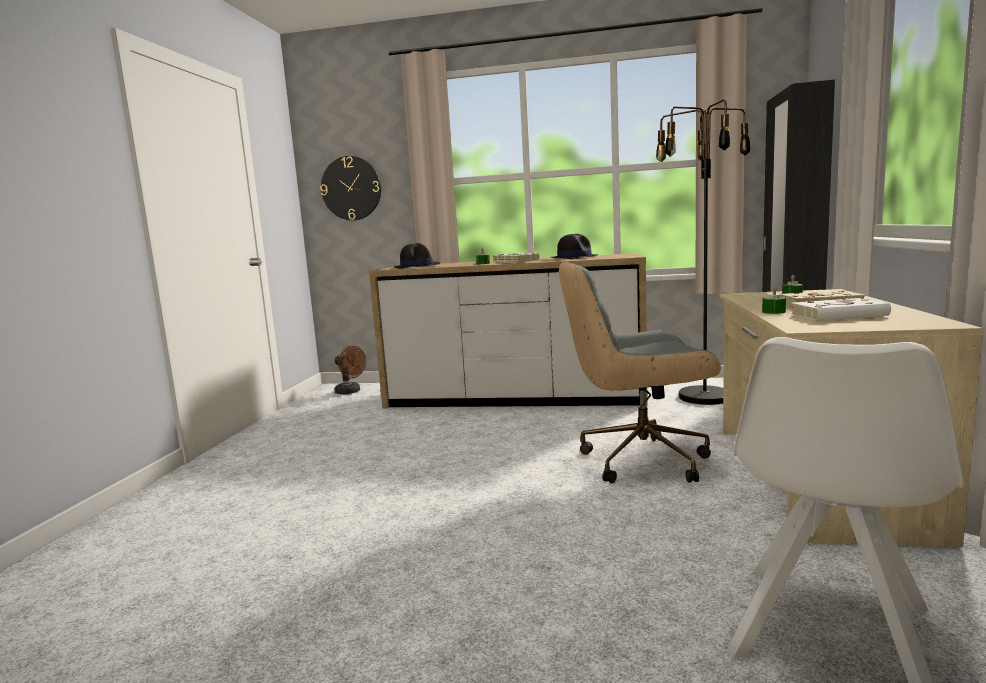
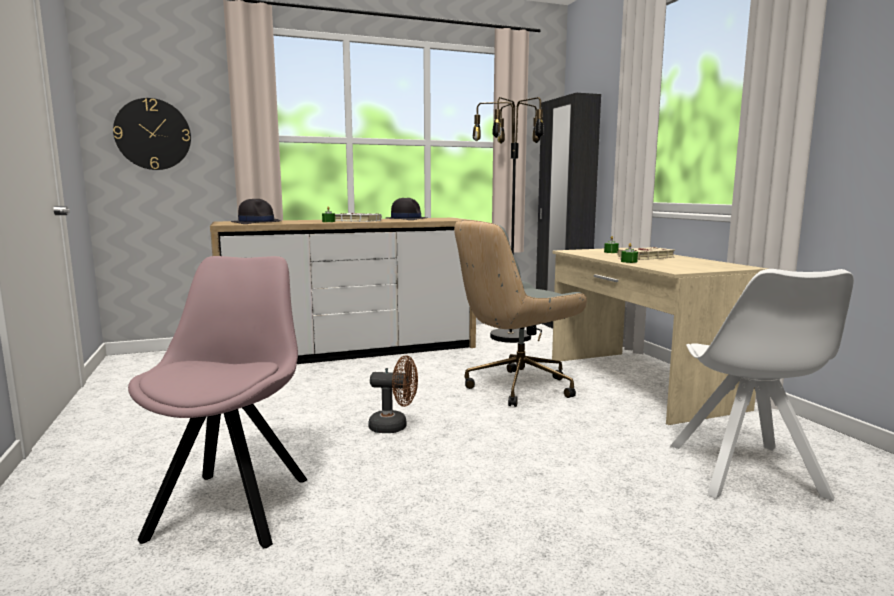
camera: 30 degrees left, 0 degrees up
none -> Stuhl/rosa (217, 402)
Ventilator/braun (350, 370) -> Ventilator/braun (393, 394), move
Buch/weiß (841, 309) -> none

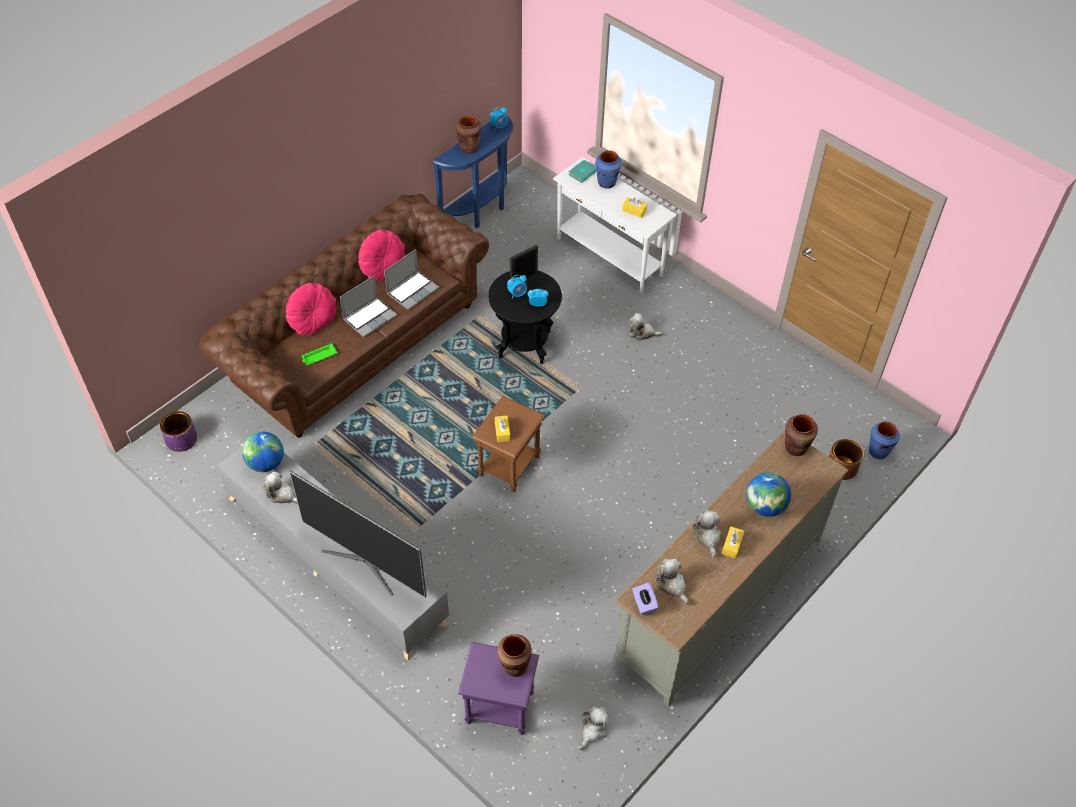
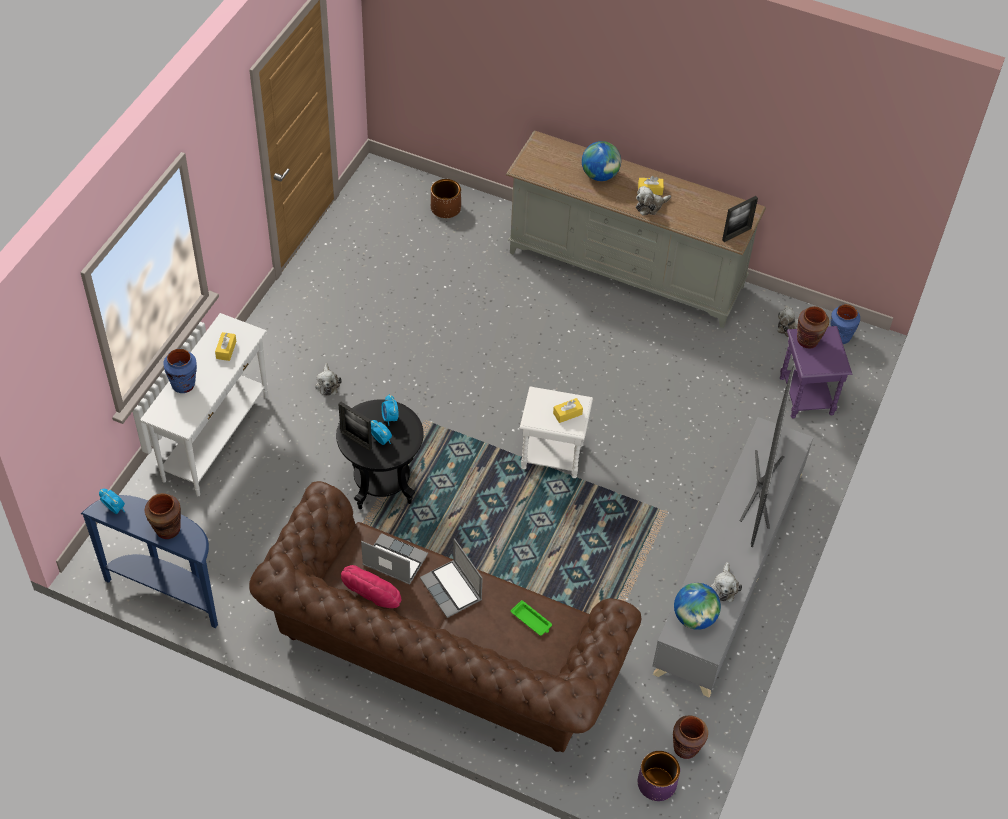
camera: 110 degrees left, 0 degrees up
Laptop (368, 306) -> Laptop (451, 578), 150 degrees counterclockwise
Beistelltisch/braun (508, 444) -> Beistelltisch/weiß (556, 432)
Vase/braun (801, 435) -> Vase/braun (690, 737), move
Taschentuchbox/lila (645, 599) -> Bilderrahmen (740, 219)
Vase/blau (884, 440) -> Vase/blau (845, 324), move
Kissen/rosa (311, 309) -> none
Buch/türkis (582, 171) -> none
Plüschtier (672, 581) -> none

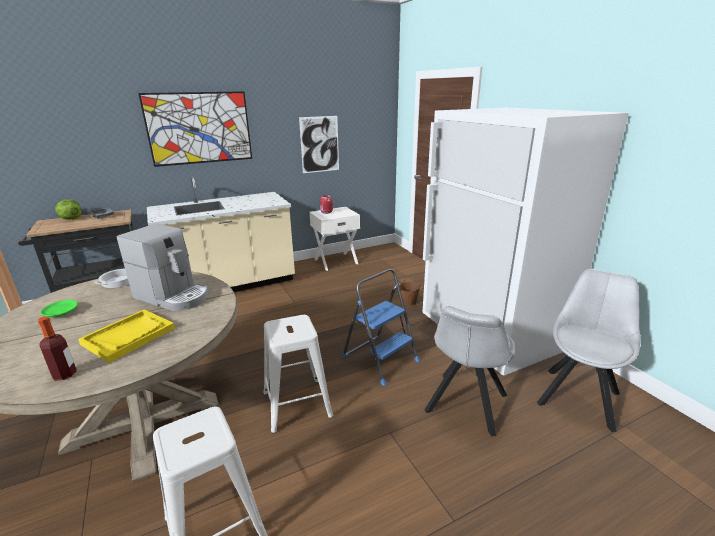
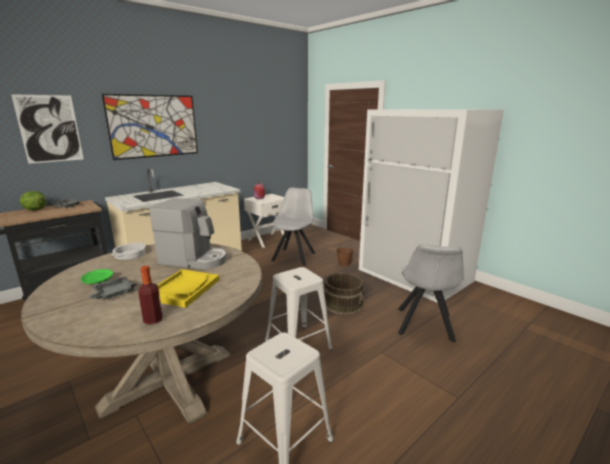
camera: 15 degrees left, 5 degrees down
Bild (319, 144) -> Bild (47, 129), move
none -> Tablett/grau (112, 287)
Stuhl/grau (589, 350) -> Stuhl/grau (293, 226), move
Trittleiter/blau (381, 327) -> Eimer/braun (344, 294)

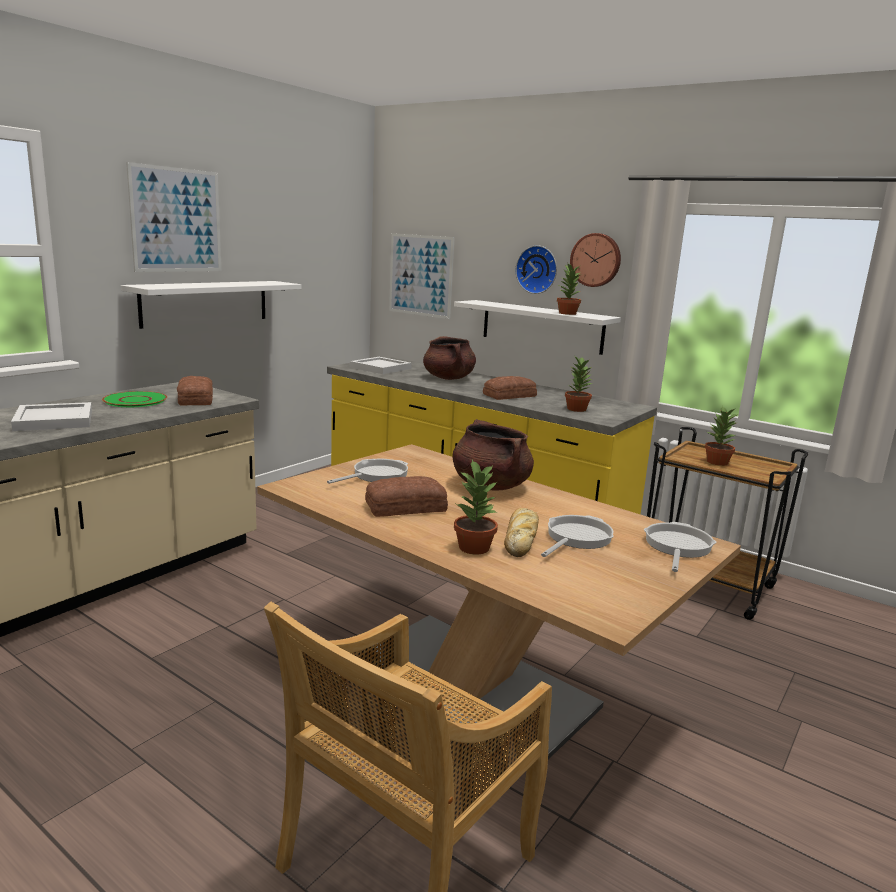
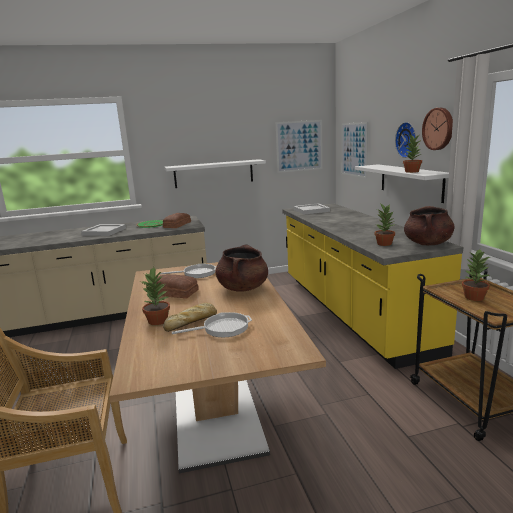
camera: 40 degrees right, 0 degrees up
Bild (173, 217) -> Bild (299, 146), move
Kochtopf/braun (449, 358) -> Kochtopf/braun (429, 225), move
Brot (510, 388) -> none
Pfanne (680, 547) -> none

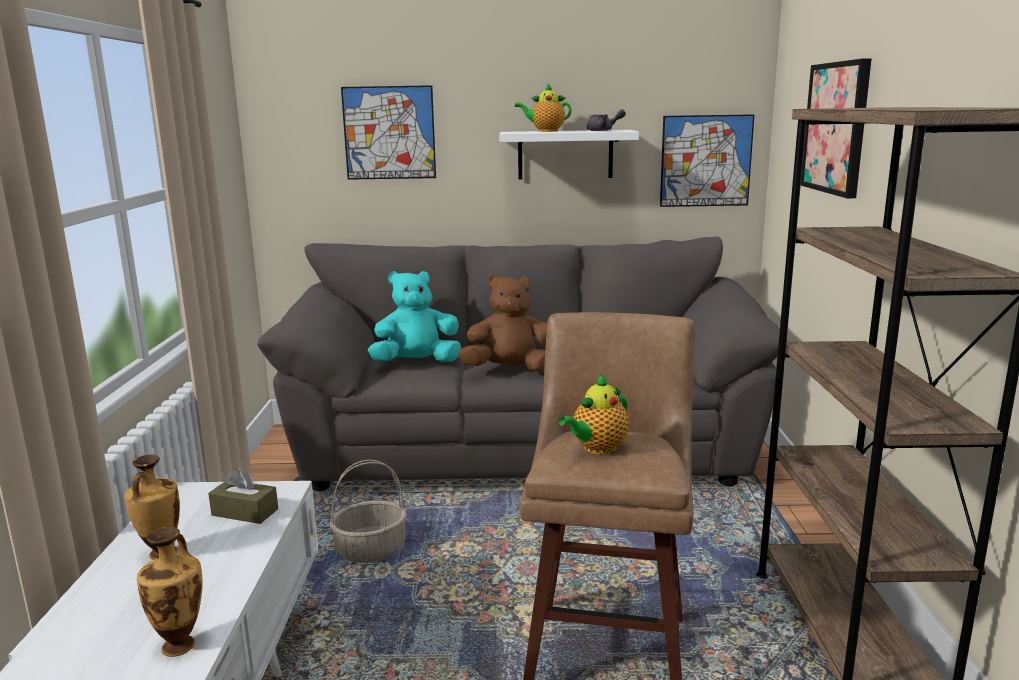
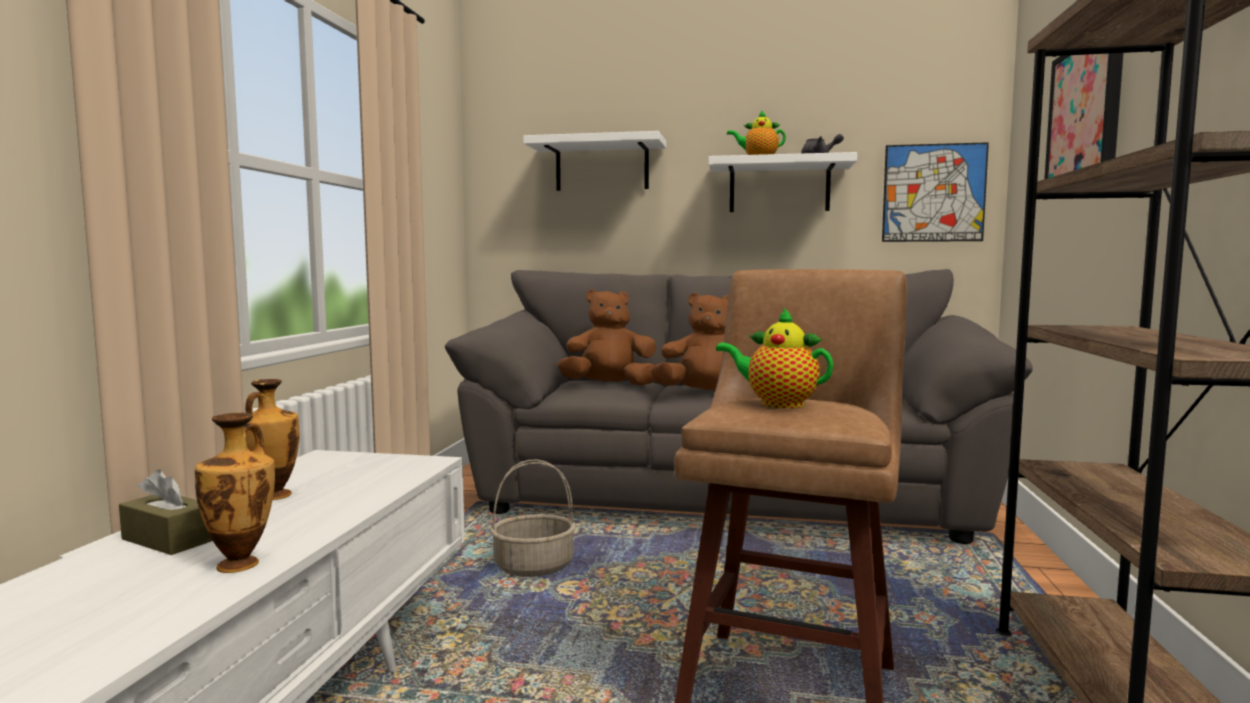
camera: 10 degrees right, 10 degrees down
Taschentuchbox/braun (243, 496) -> Taschentuchbox/braun (166, 512), move
Bild (388, 132) -> Wandregal/weiß (594, 161)
Plüschtier/türkis (415, 316) -> Plüschtier/braun (607, 337)
Teekanne (593, 414) -> Teekanne (774, 358), 60 degrees clockwise

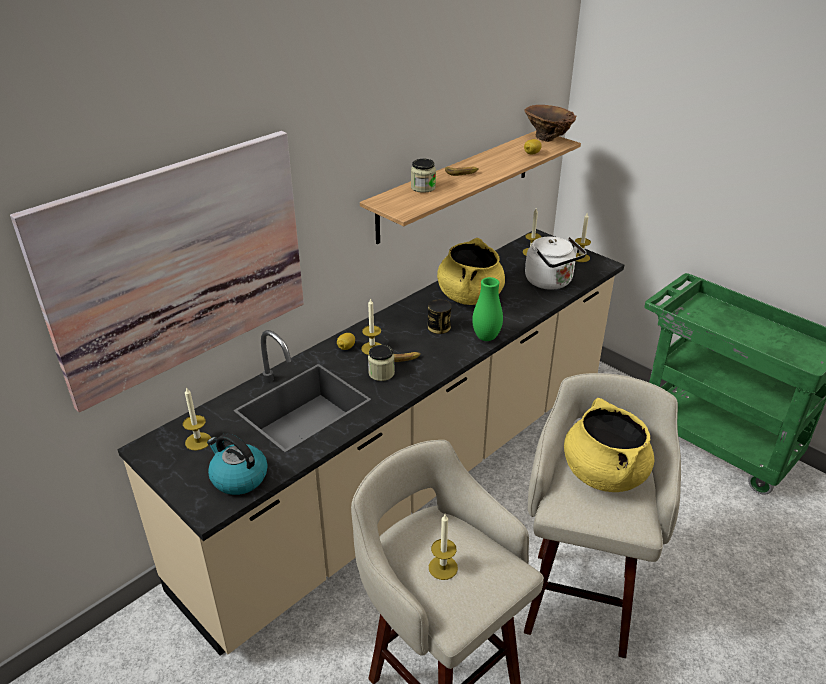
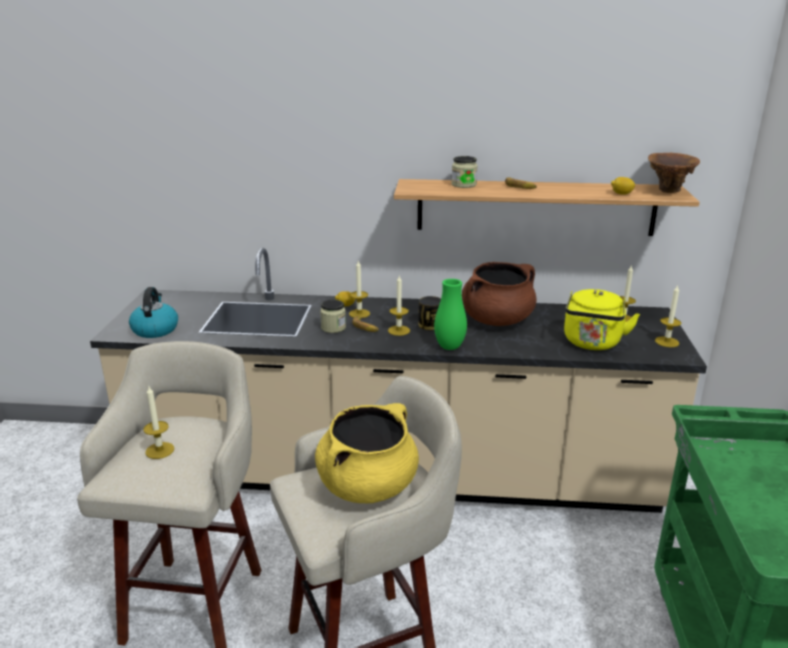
camera: 50 degrees right, 10 degrees down
Kerze (197, 419) -> Kerze (399, 306), move
Kochtopf/gelb (471, 271) -> Kochtopf/braun (499, 294)
Wasserkessel/weiß (556, 263) -> Wasserkessel/gelb (602, 319)
Bild (157, 271) -> none

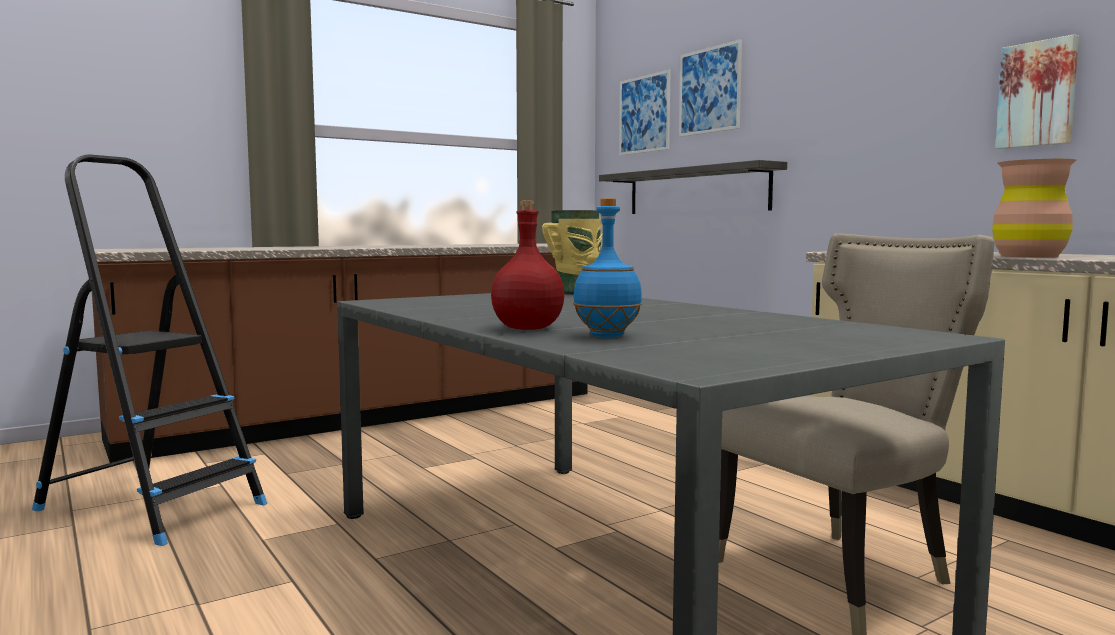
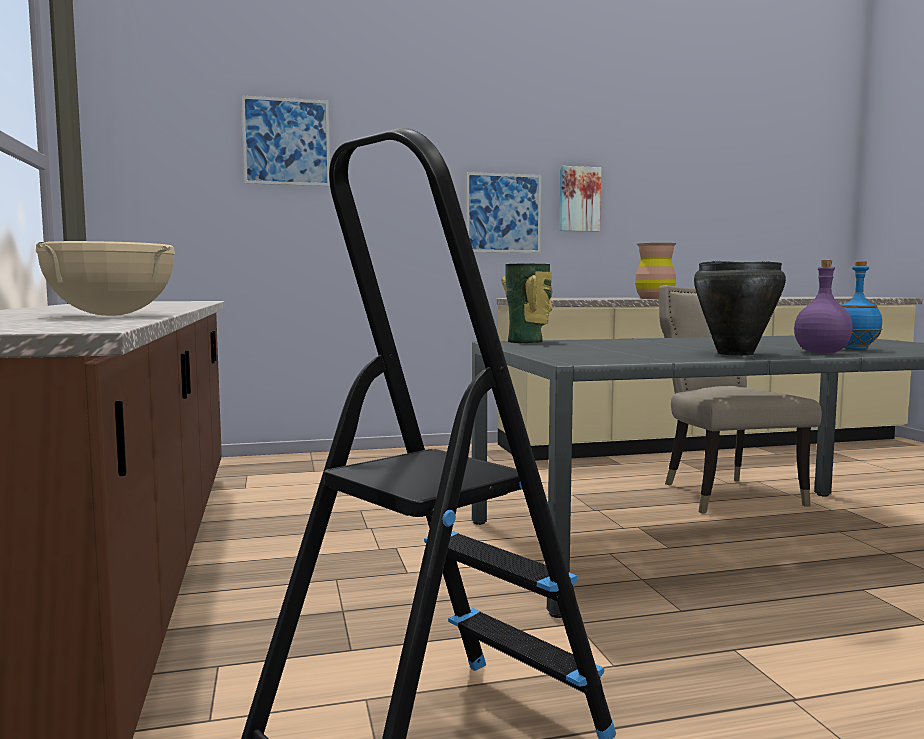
camera: 70 degrees left, 0 degrees up
none -> Kochtopf/beige (105, 278)
Bild (645, 112) -> Bild (503, 212), move
none -> Kochtopf/schwarz (740, 308)
Flasche/rot (528, 265) -> Flasche/lila (823, 306)
Wandregal (693, 187) -> none

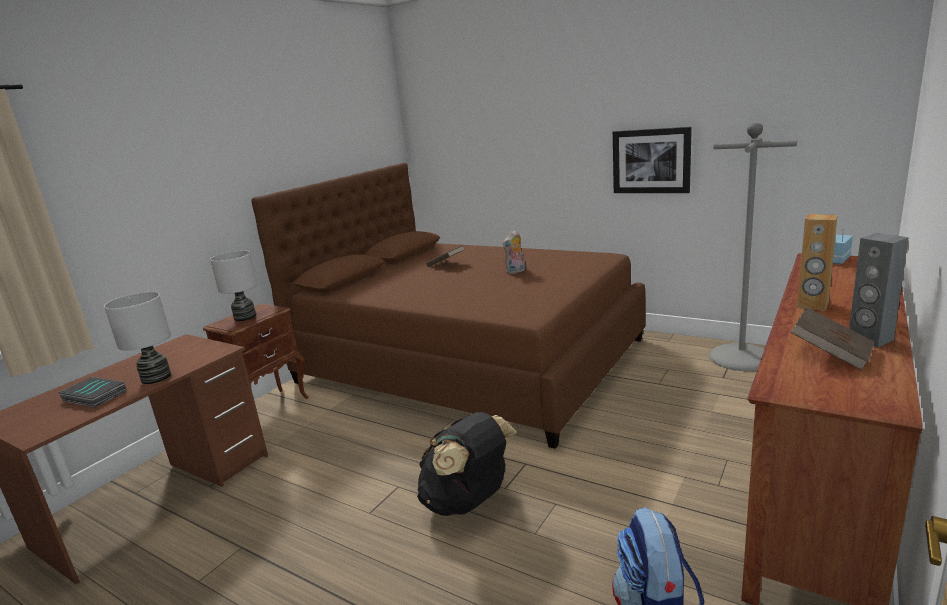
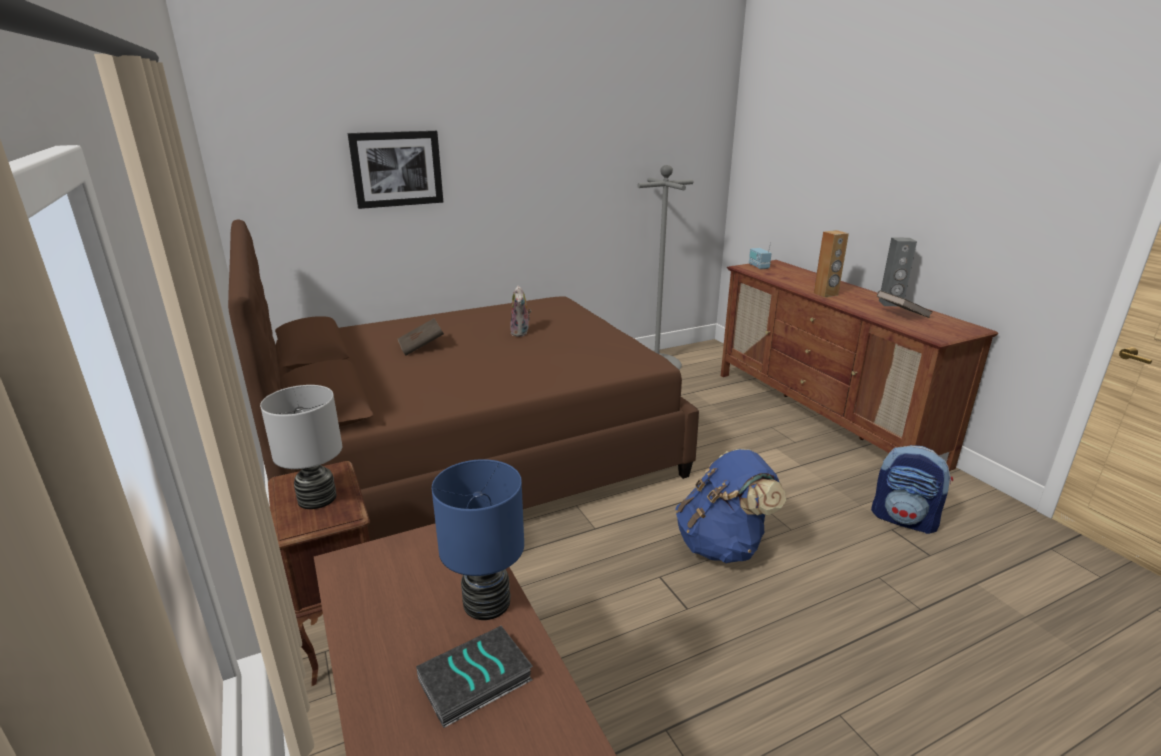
camera: 60 degrees left, 5 degrees up
Bild (652, 160) -> Bild (395, 170), move
Tischlampe/grau (137, 338) -> Tischlampe/blau (478, 539)
Rucksack/schwarz (467, 464) -> Rucksack/blau (730, 506)

